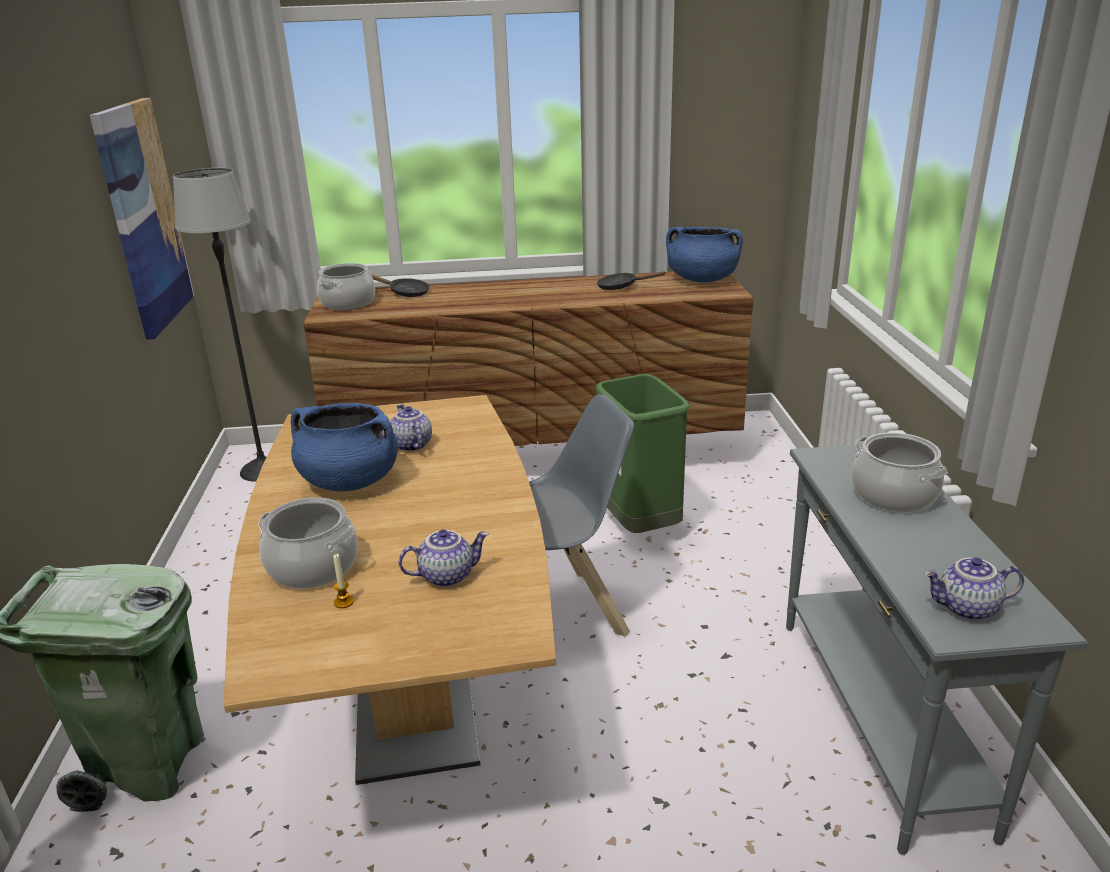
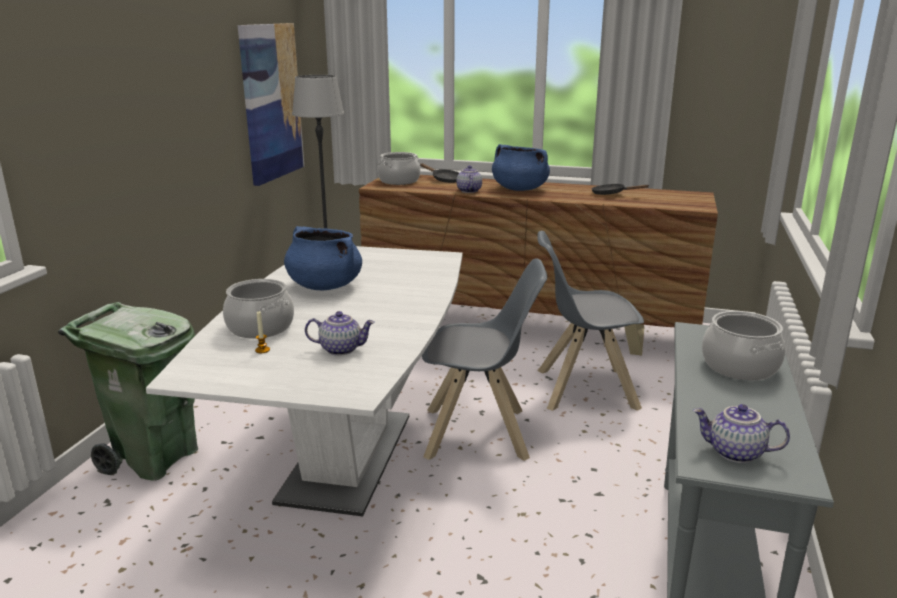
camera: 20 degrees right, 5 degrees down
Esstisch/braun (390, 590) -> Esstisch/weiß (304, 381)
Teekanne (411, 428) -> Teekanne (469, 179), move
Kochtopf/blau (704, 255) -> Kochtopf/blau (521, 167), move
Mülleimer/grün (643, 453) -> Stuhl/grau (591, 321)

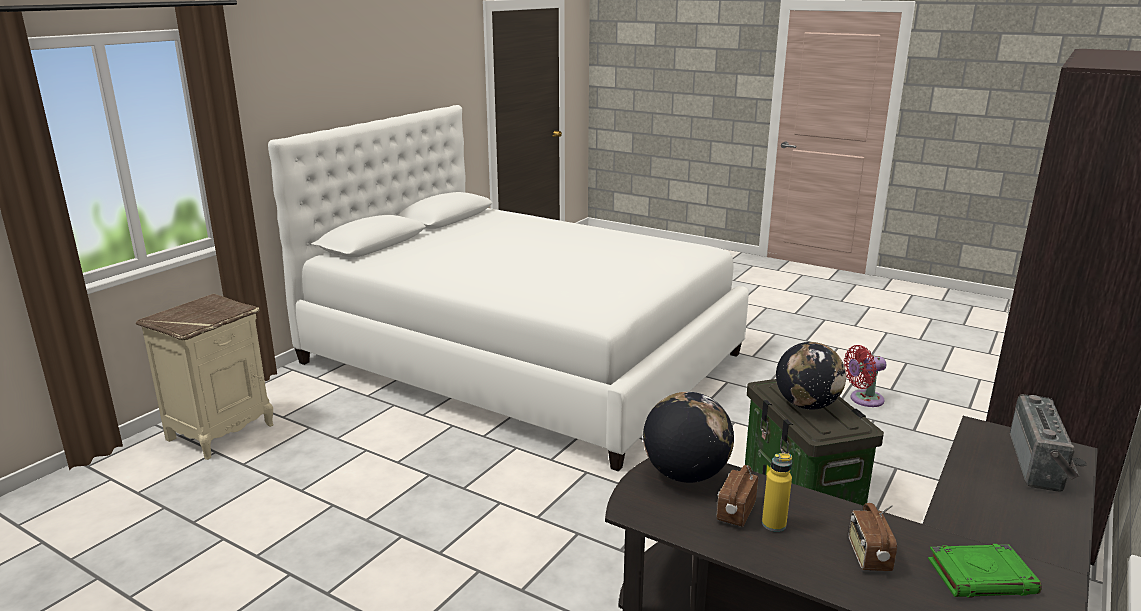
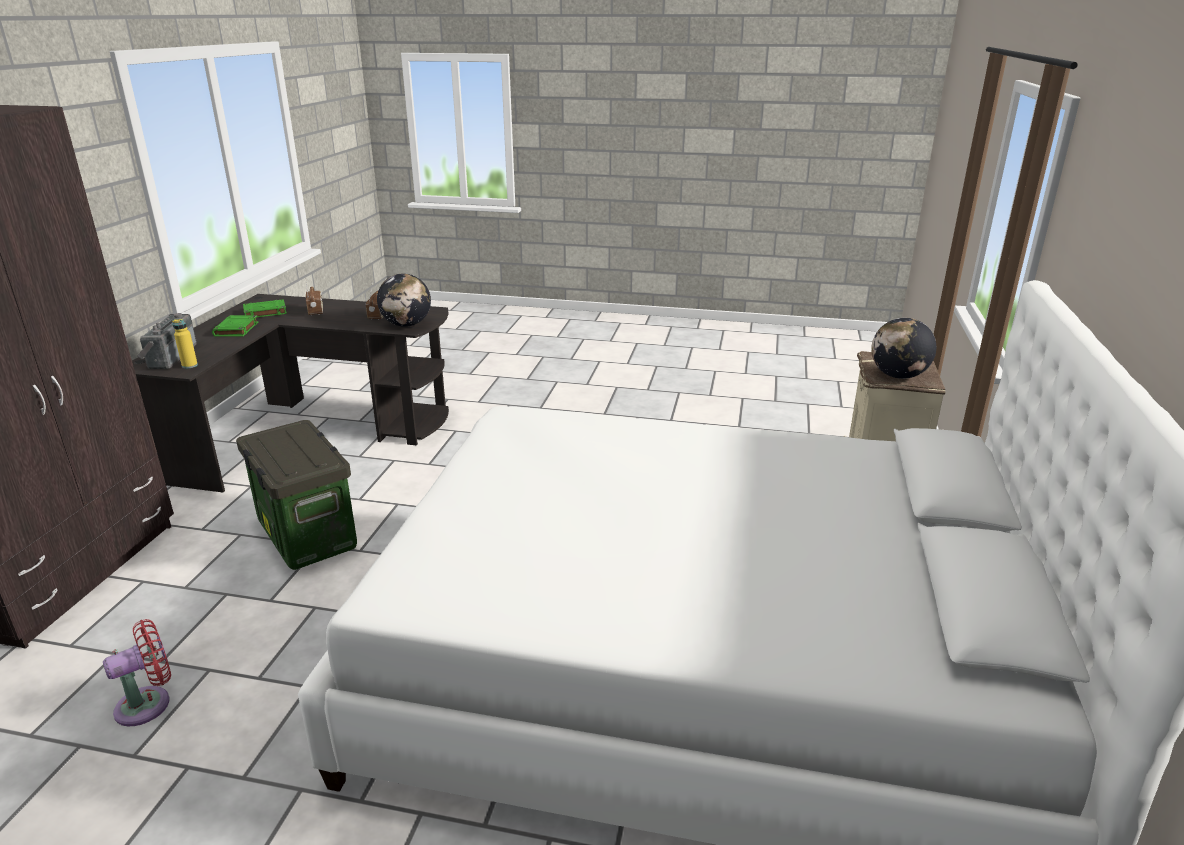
camera: 160 degrees right, 5 degrees up
Flasche/gelb (777, 492) -> Flasche/gelb (185, 343), move
none -> Buch/grün (235, 325)
Globus (811, 376) -> Globus (903, 348), move

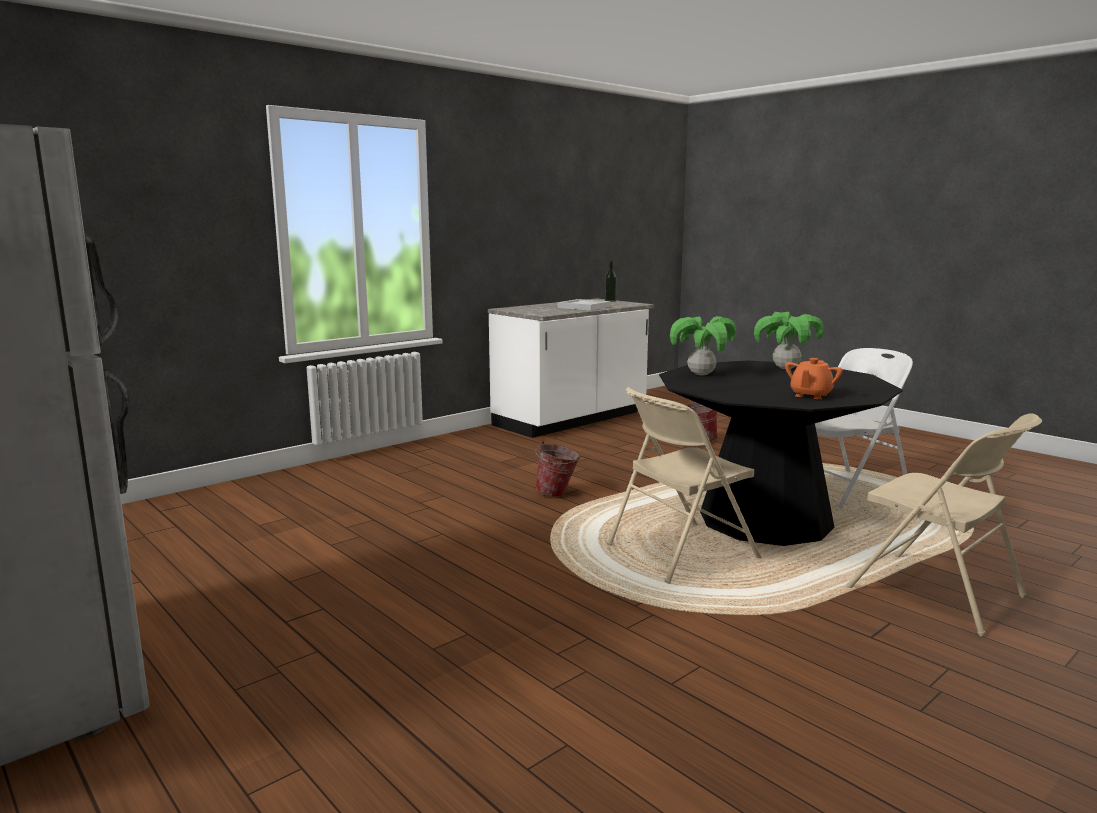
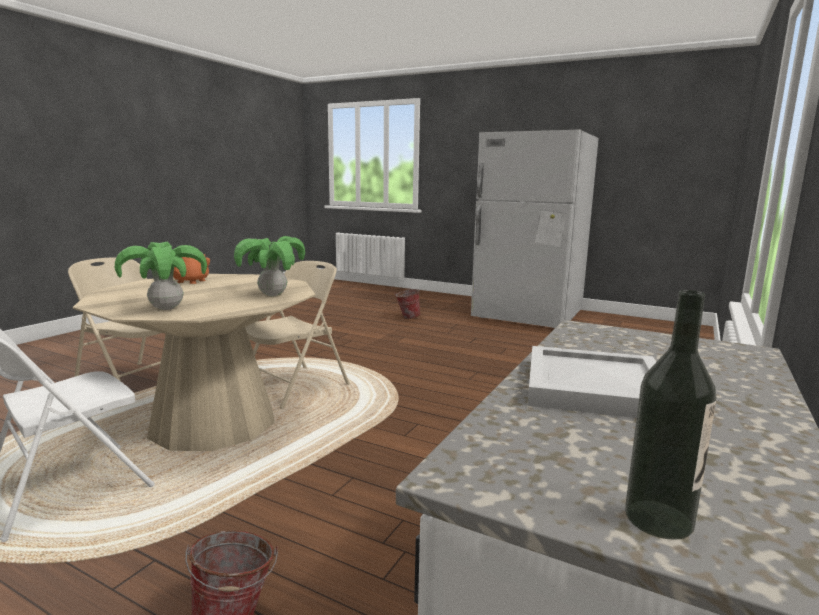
camera: 160 degrees right, 0 degrees up
Esstisch/schwarz (781, 453) -> Esstisch/beige (194, 362)
Eimer (557, 469) -> Eimer (407, 304), move

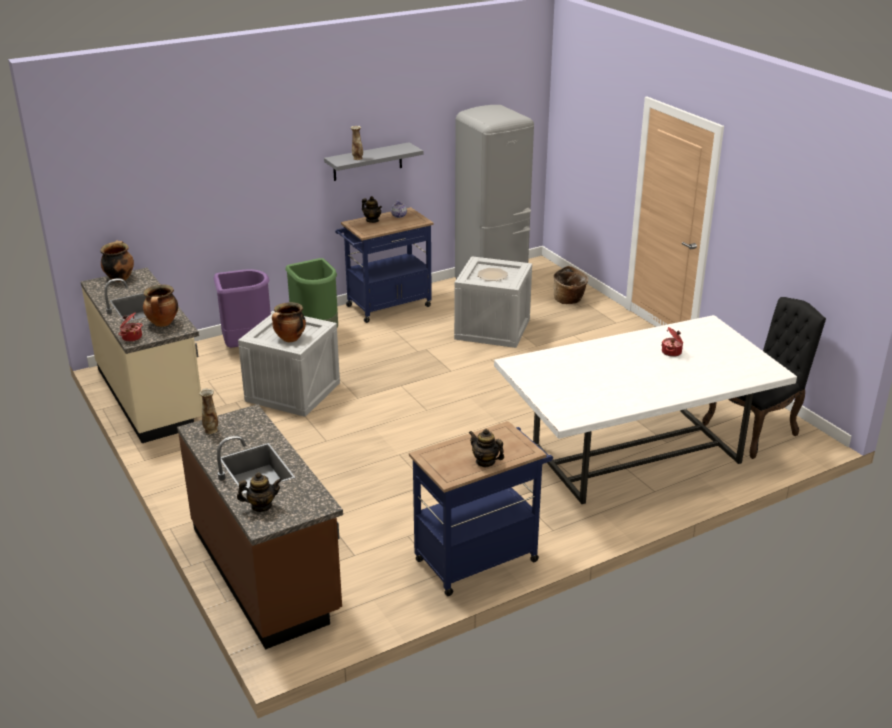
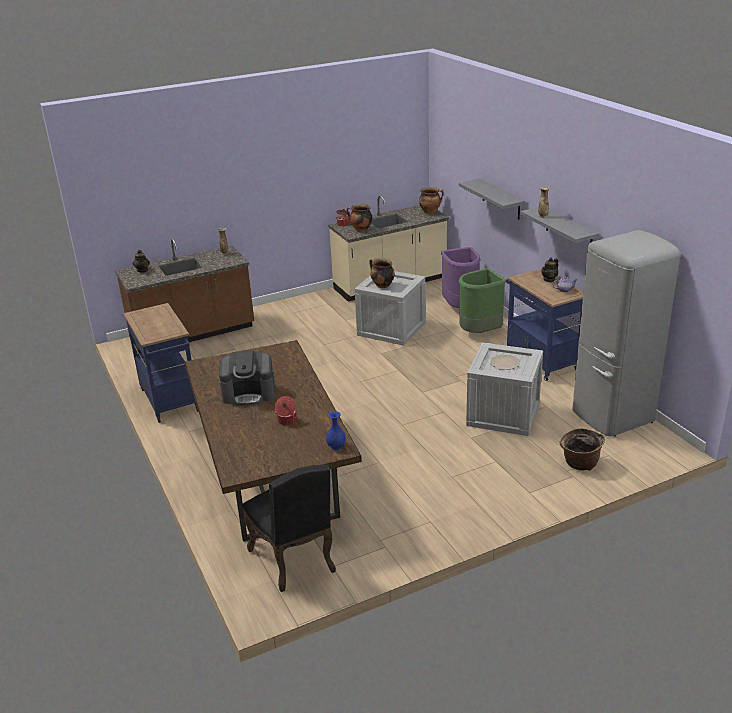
camera: 95 degrees right, 0 degrees up
Esstisch/weiß (645, 409) -> Esstisch/braun (273, 441)
none -> Kaffeemaschine (247, 378)
none -> Vase/blau (336, 430)
none -> Wandregal/grau (492, 199)
Teekanne (486, 448) -> none

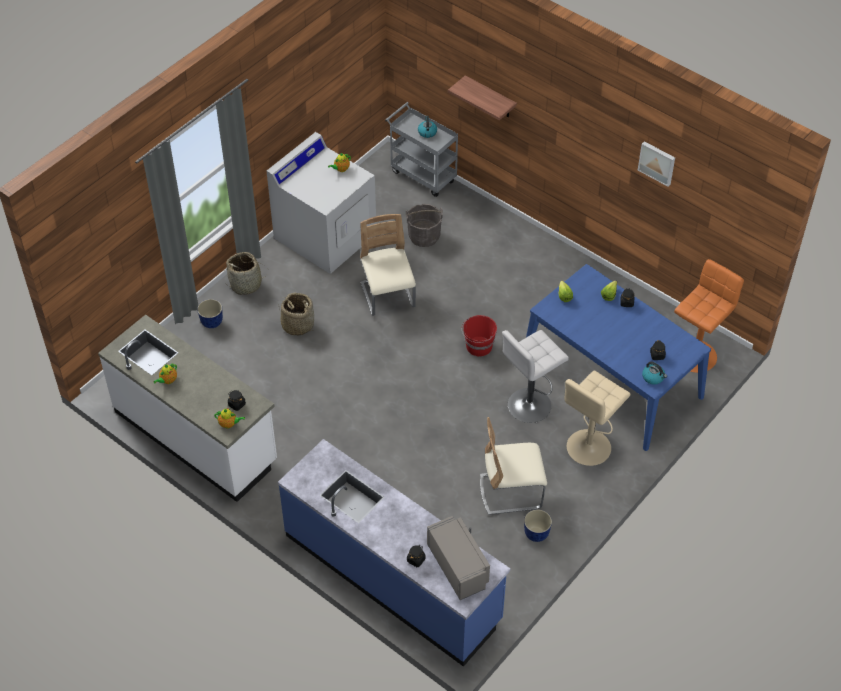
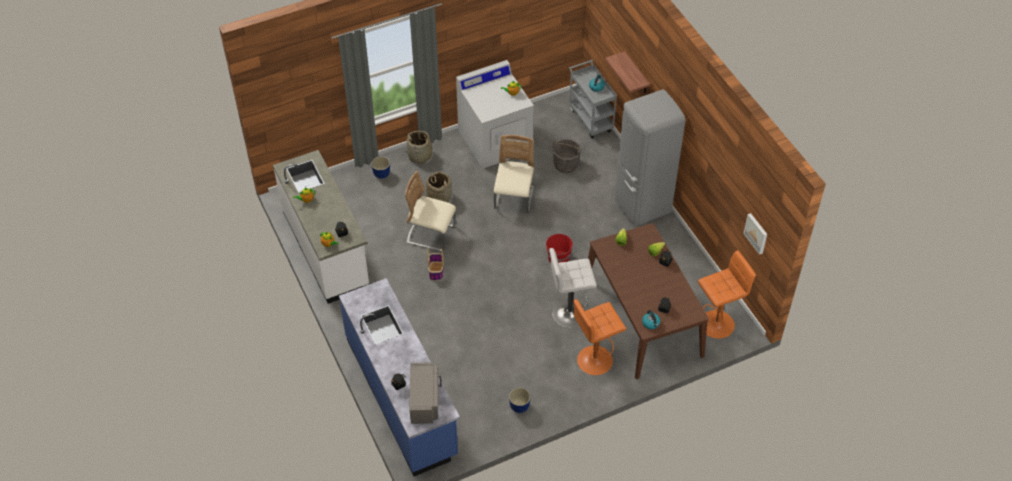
camera: 25 degrees right, 0 degrees up
Stuhl/beige (513, 466) -> Stuhl/beige (430, 211), move
none -> Korb (436, 264)
Hocker/beige (597, 418) -> Hocker/orange (599, 337)
Esstisch/blau (618, 357) -> Esstisch/braun (648, 301)
none -> Kühlschrank/grau (650, 157)
Bild (656, 163) -> Bild (755, 234), move

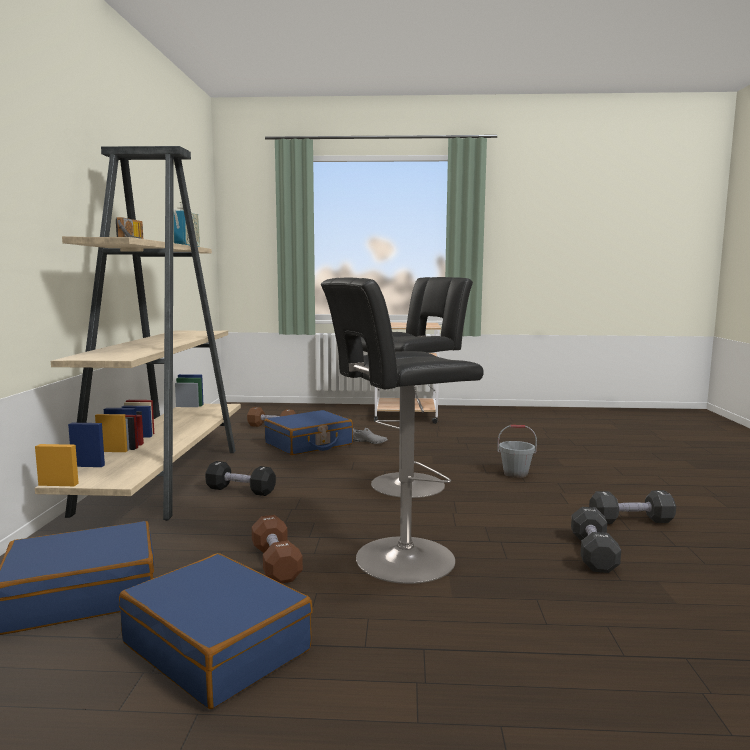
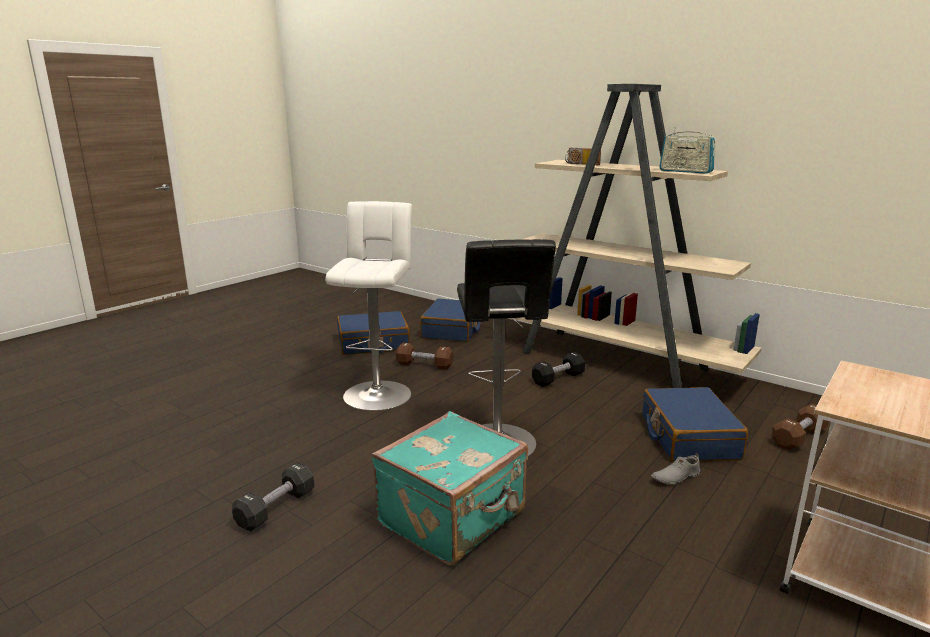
camera: 125 degrees right, 10 degrees up
Hocker/schwarz (402, 431) -> Hocker/weiß (368, 306)
Eimer/grau (517, 451) -> Koffer/türkis (450, 488)
Hantel/schwarz (596, 540) -> none

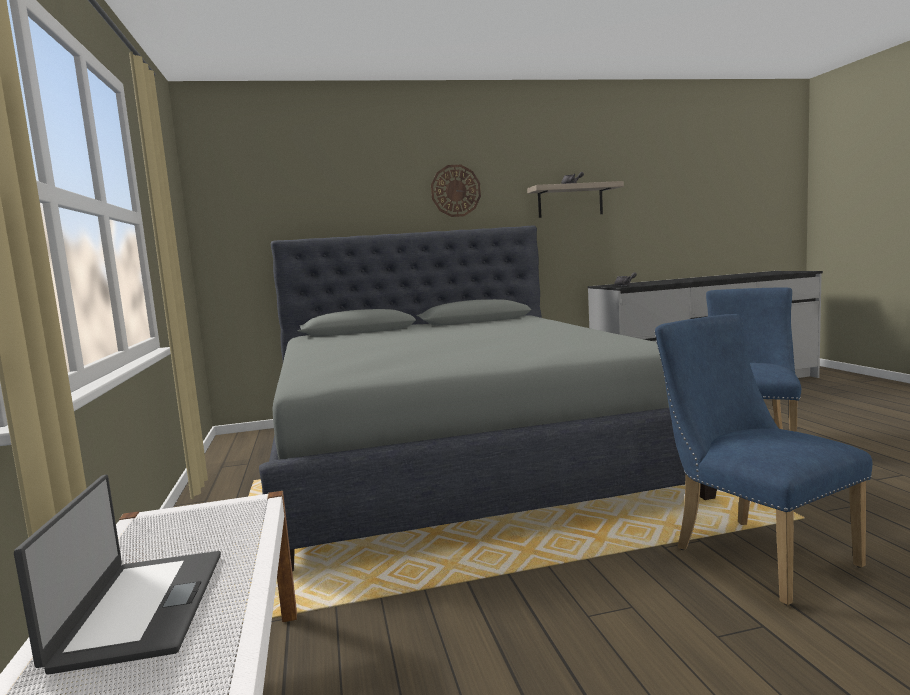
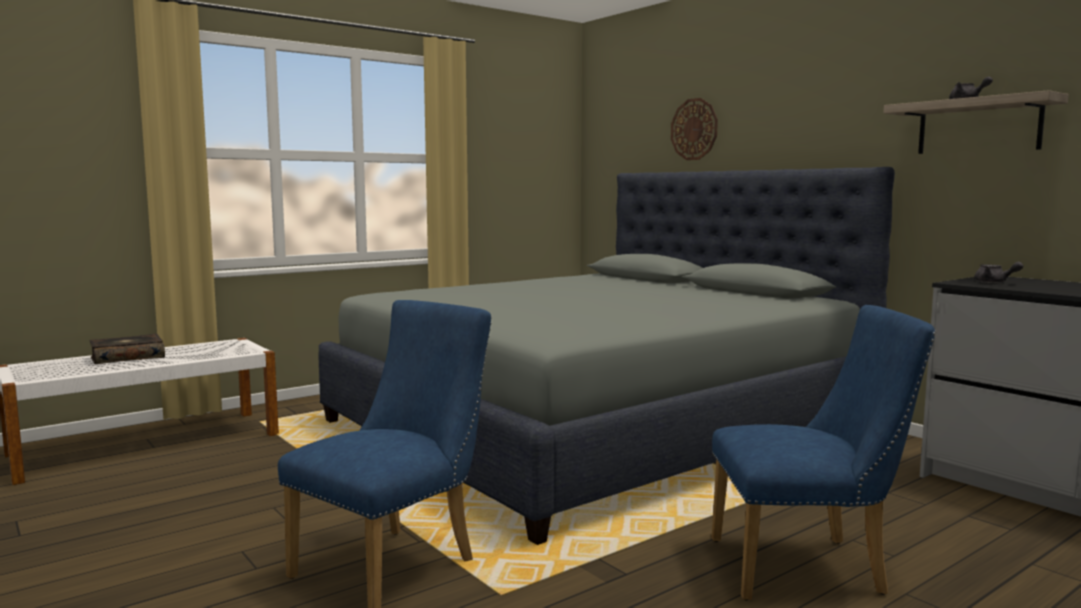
camera: 65 degrees right, 0 degrees up
Laptop (117, 574) -> Buch (127, 348)
Wanduhr (456, 191) -> Wanduhr (694, 129), move

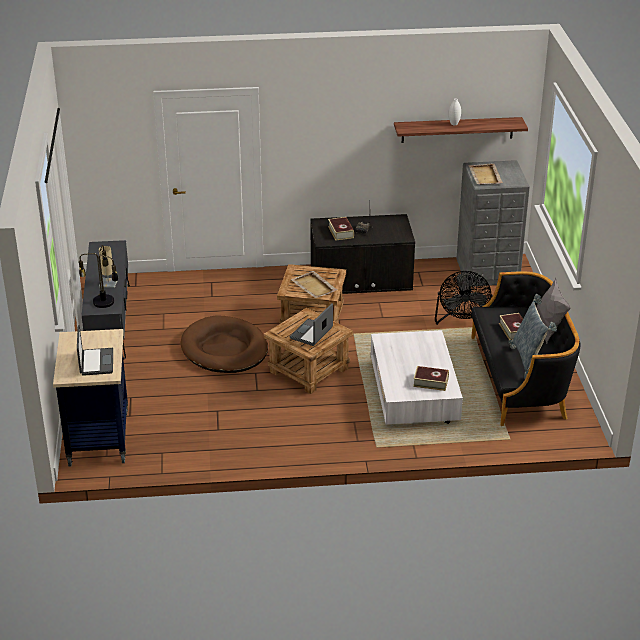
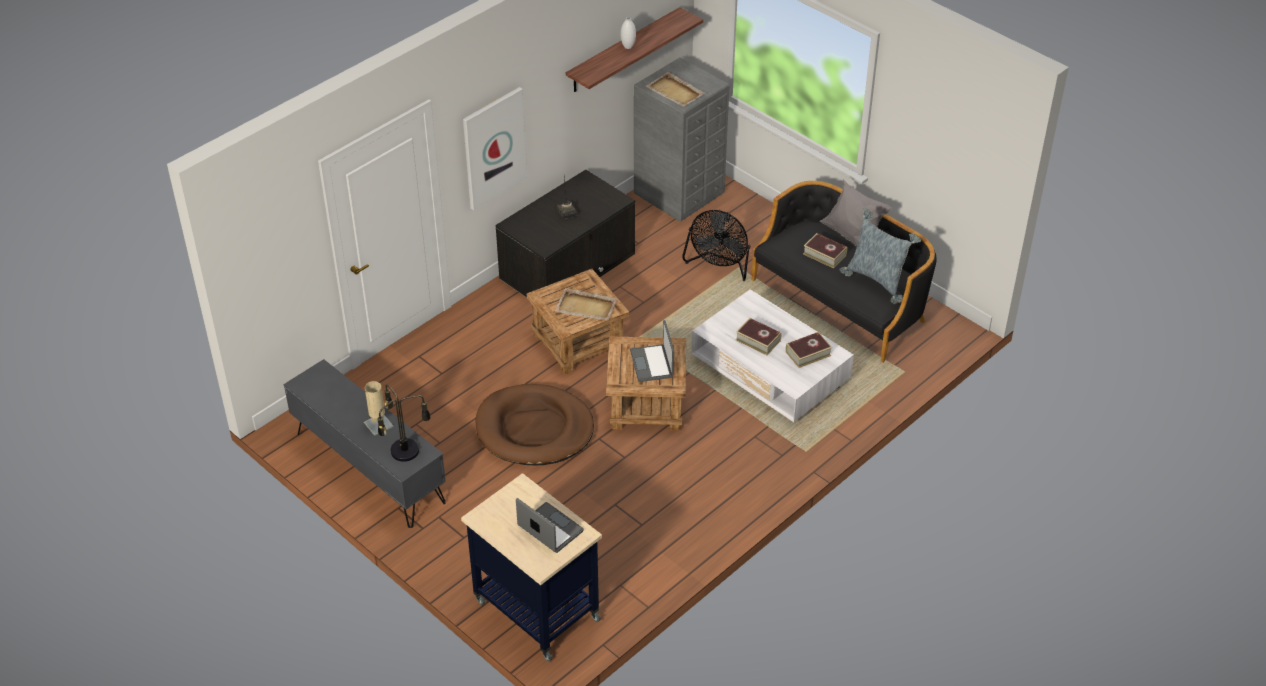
camera: 40 degrees left, 10 degrees up
none -> Bild (495, 148)
Ventilator/schwarz (464, 298) -> Ventilator/schwarz (716, 245), 60 degrees clockwise
Buch (341, 229) -> Buch (758, 336), move

